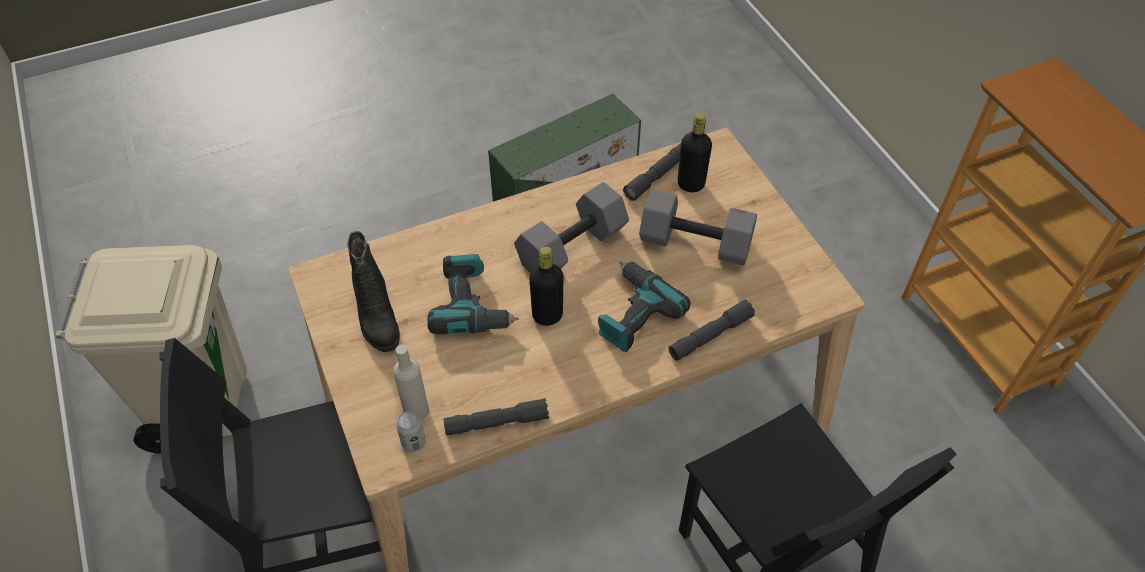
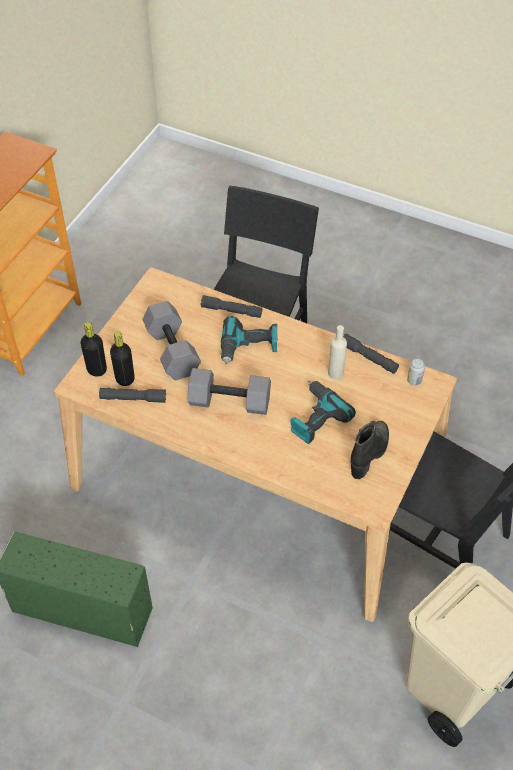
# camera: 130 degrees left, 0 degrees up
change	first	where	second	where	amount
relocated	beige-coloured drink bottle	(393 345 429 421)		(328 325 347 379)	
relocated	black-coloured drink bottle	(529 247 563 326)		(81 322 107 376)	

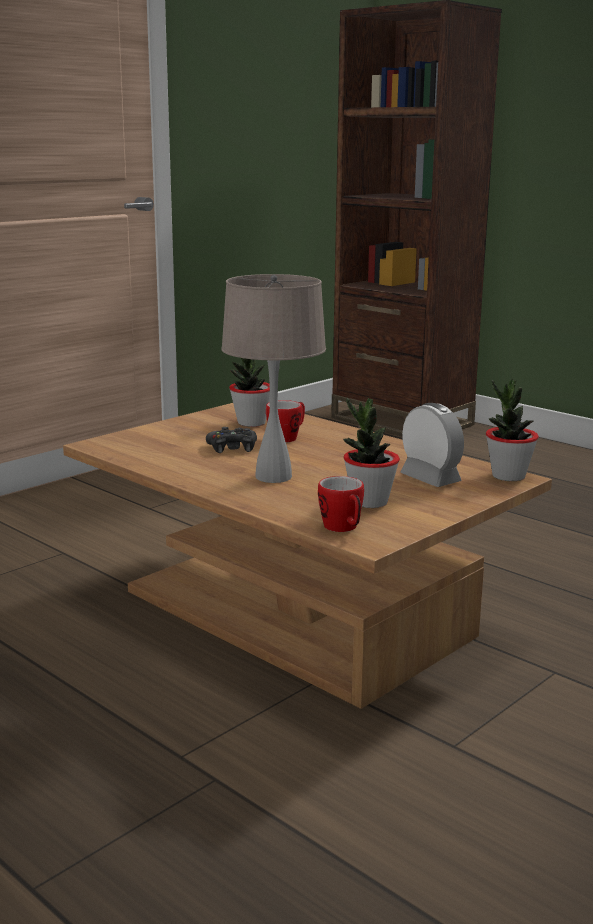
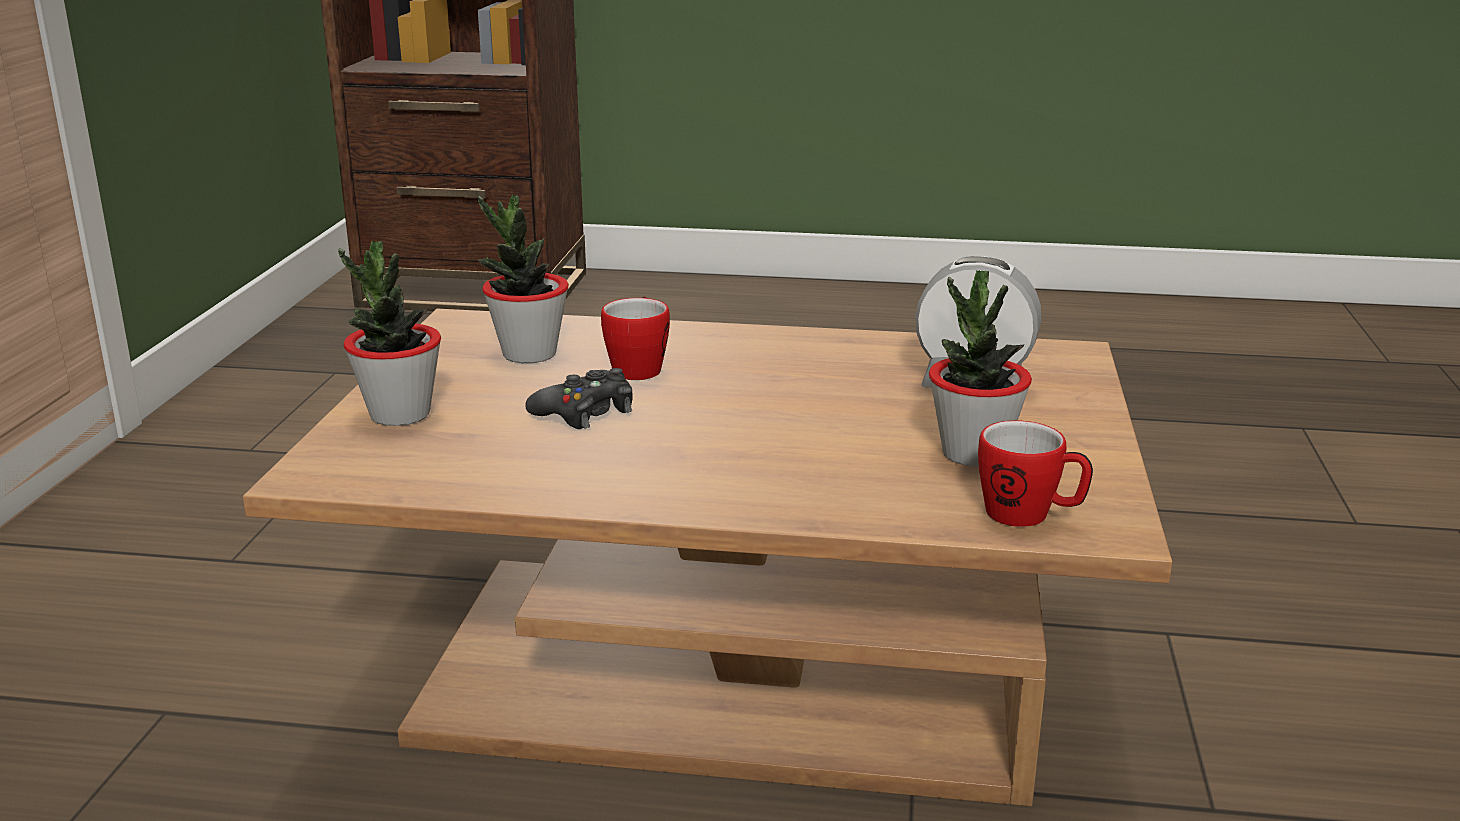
# camera: 35 degrees left, 5 degrees up
change	first	where	second	where	amount
missing	beige-coloured tabletop lamp	(221 274 326 483)			
relocated	potted plant	(486 379 539 481)		(338 241 441 426)	

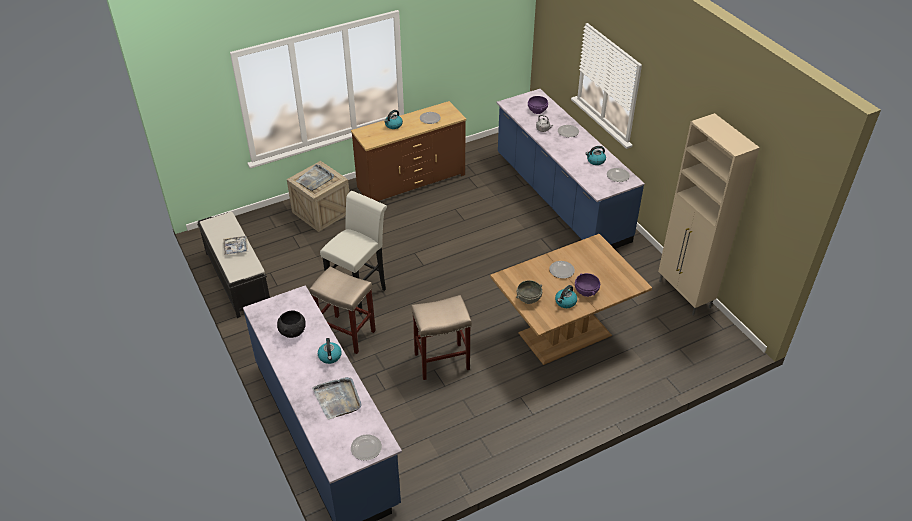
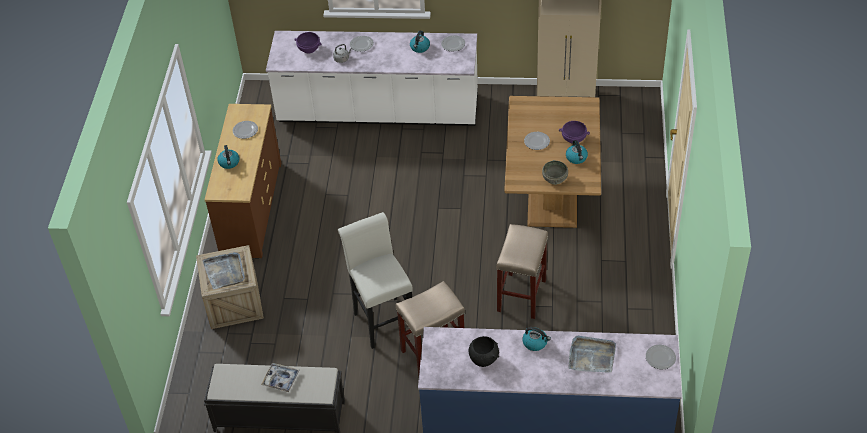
# camera: 55 degrees left, 5 degrees up
change	first	where	second	where	amount
colour	blue-coloured kitchen counter	(497 89 645 249)	whitish kitchen counter	(266 31 478 126)	

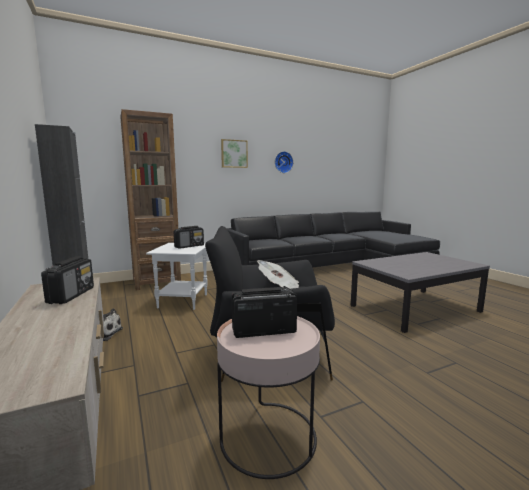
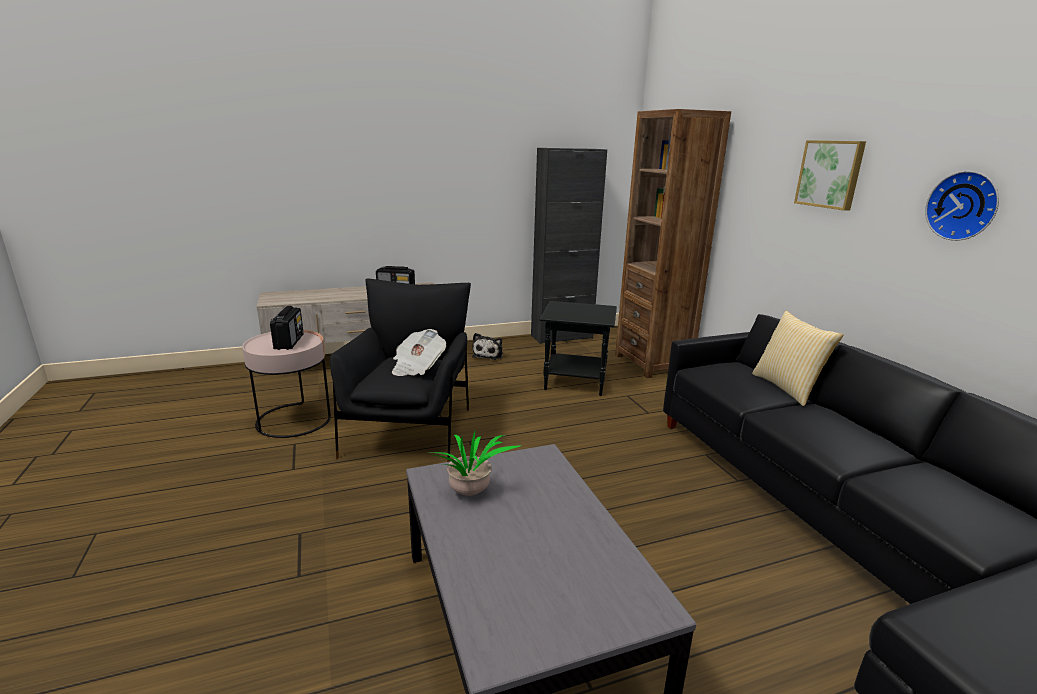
# camera: 95 degrees right, 10 degrees up
change	first	where	second	where	amount
missing	radio set	(173 226 204 249)			
appeared			potted plant	(430 431 520 496)	
appeared			cushion	(752 311 844 406)	
colour	whitish end table	(146 243 208 310)	black-coloured end table	(540 301 617 396)	

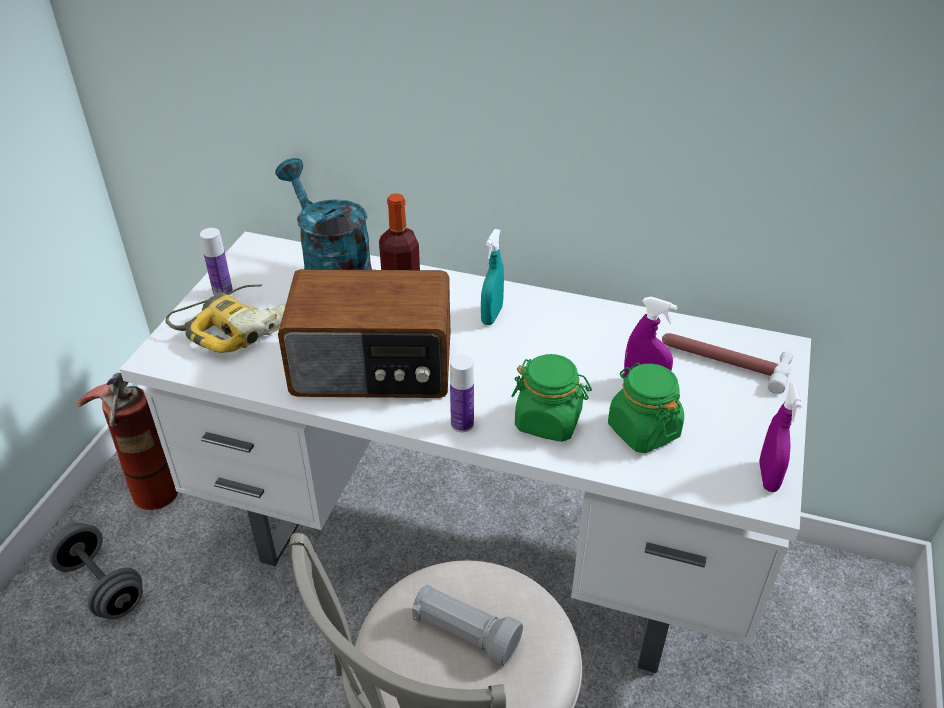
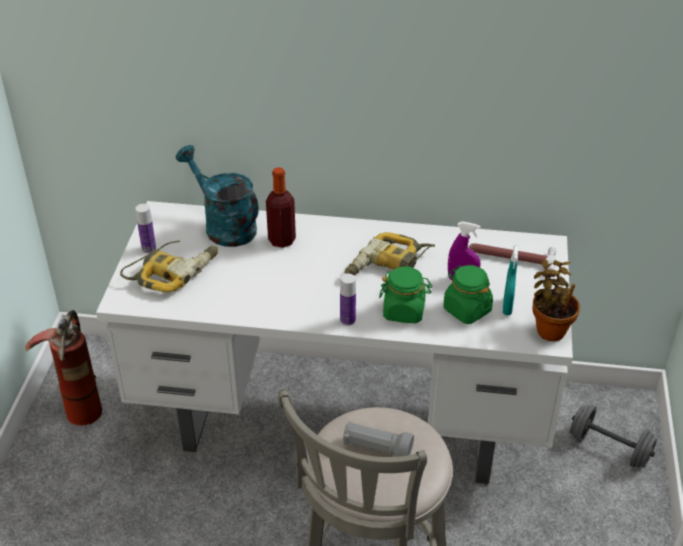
# camera: 10 degrees left, 0 degrees up
change	first	where	second	where	amount
missing	radio set	(278 269 450 398)			
appeared			power drill	(345 232 435 276)	
relocated	grey hand weight	(49 523 143 619)		(570 405 657 467)	
relocated	turquoise-coloured spray bottle	(481 229 504 325)		(503 246 518 315)	
exchanged	purplish spray bottle	(759 382 802 492)	potted plant	(533 259 580 341)	

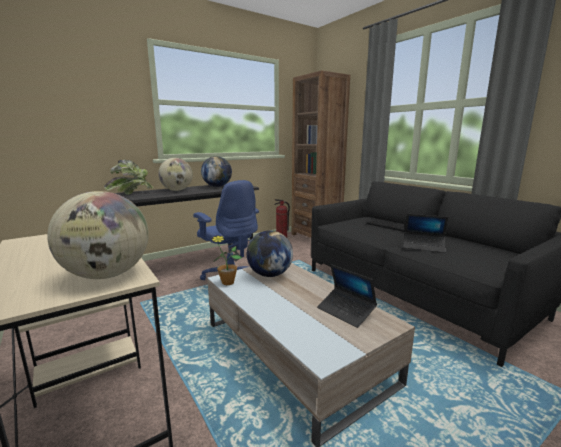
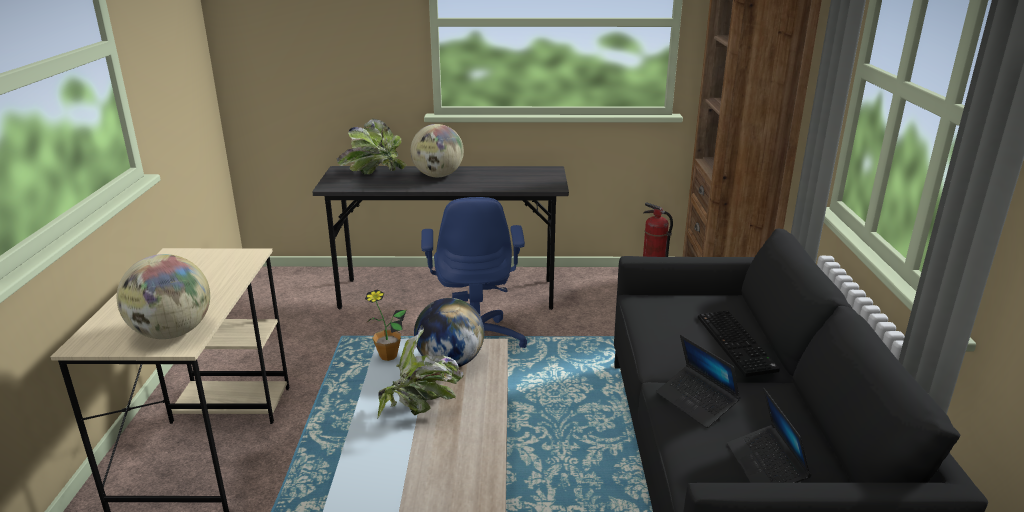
# camera: 35 degrees right, 10 degrees up
change	first	where	second	where	amount
missing	desk globe	(201 156 232 187)			
appeared			potted plant	(377 325 464 419)	
relocated	portable computer	(317 264 377 328)		(727 388 811 483)	

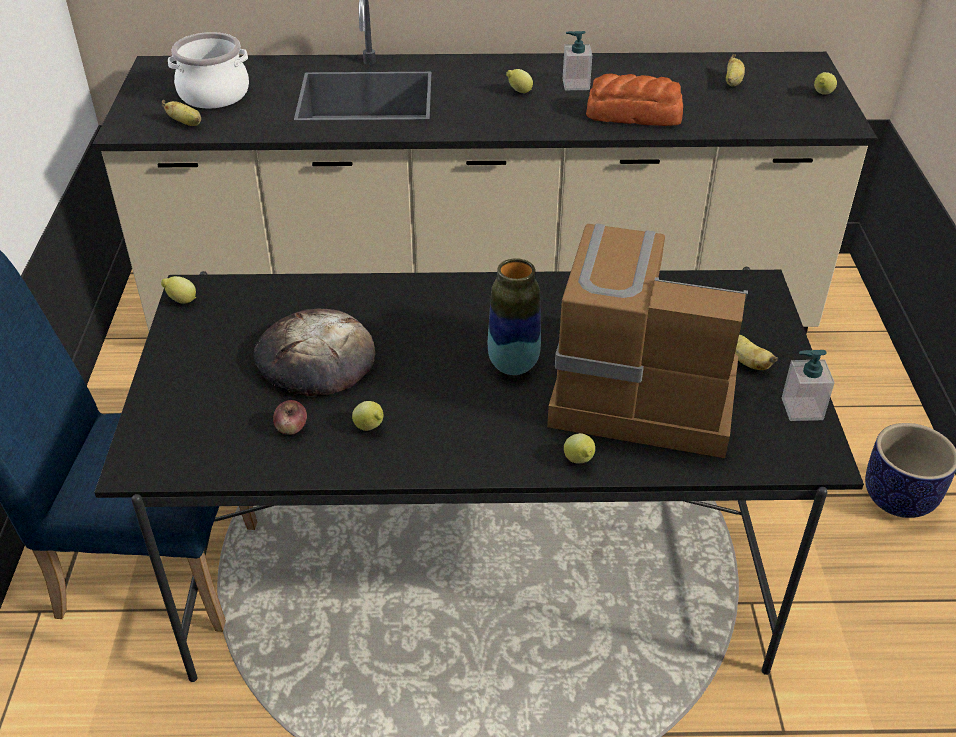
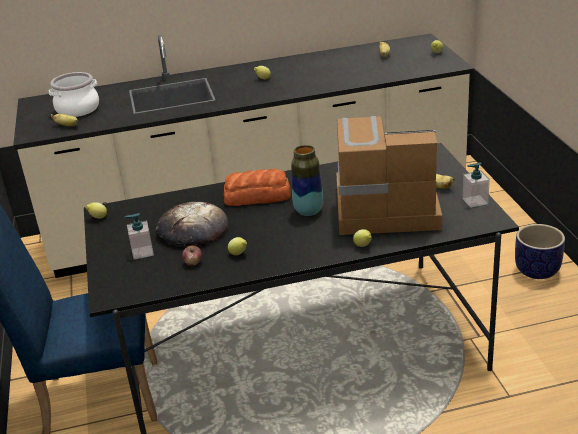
# camera: 10 degrees left, 10 degrees down
change	first	where	second	where	amount
relocated	soap bottle	(563 31 592 90)		(125 213 154 260)	
relocated	baked bread	(586 73 683 126)		(224 169 291 206)	

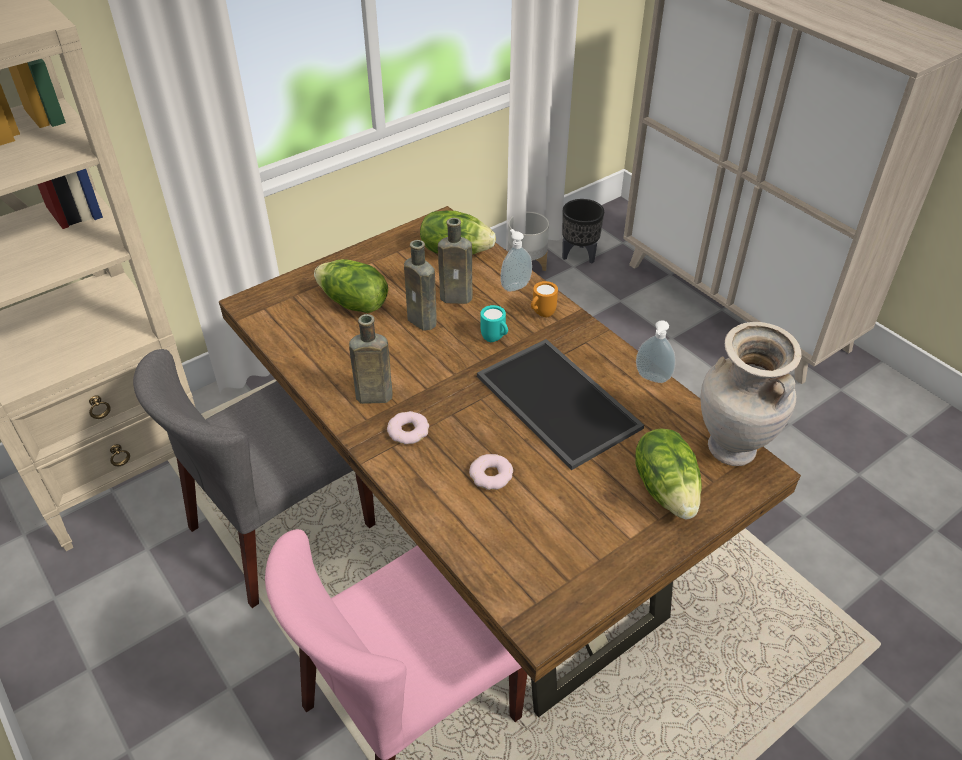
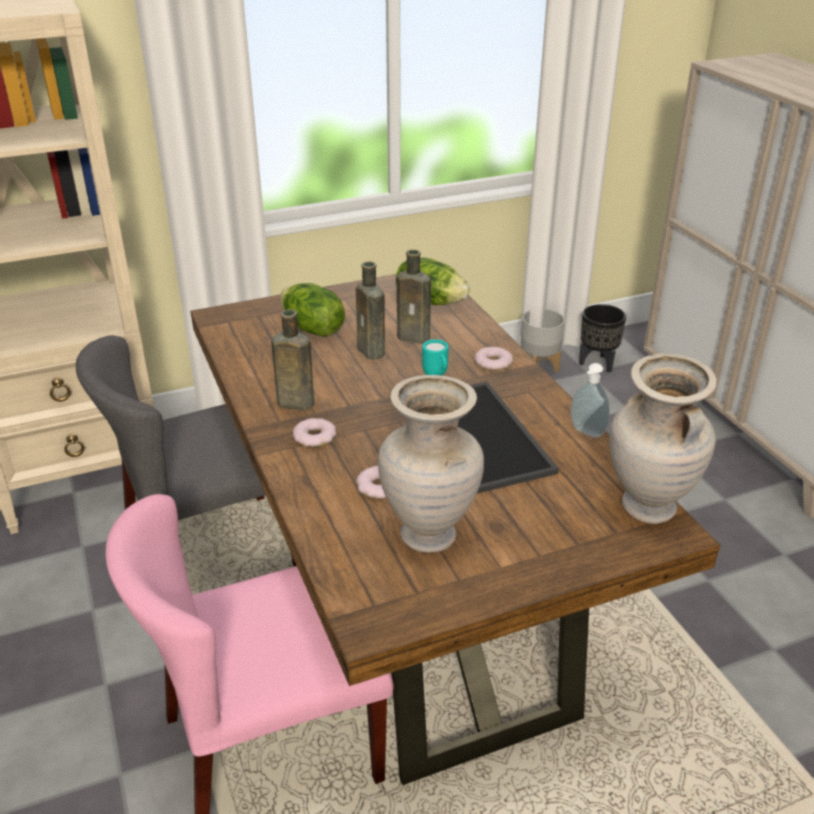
# camera: 15 degrees right, 10 degrees down
change	first	where	second	where	amount
missing	soap bottle	(500 229 532 292)			
missing	head of lettuce	(635 429 702 519)			
appeared			beige-coloured flower vase	(378 375 484 553)	
exchanged	orange-coloured coffee mug	(531 281 558 317)	ring doughnut	(475 347 513 370)	

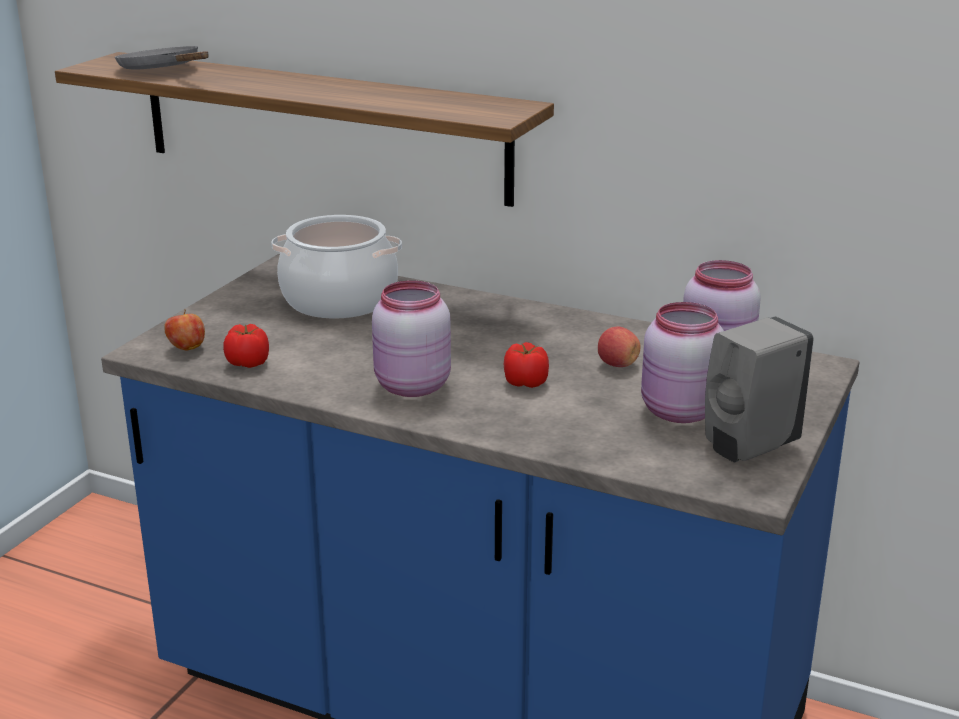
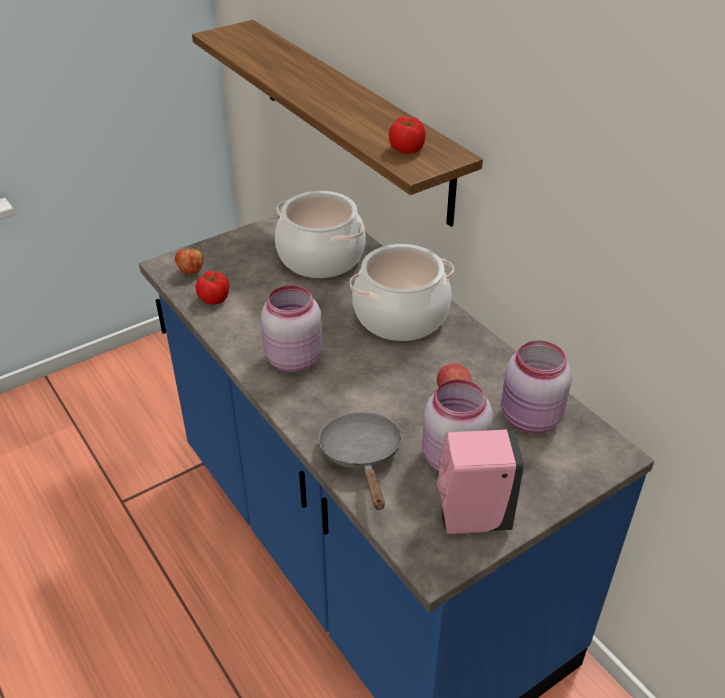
# camera: 30 degrees right, 15 degrees up
change	first	where	second	where	amount
appeared			saucepot	(350 244 454 341)	
relocated	grey skillet	(115 46 208 70)		(317 412 403 510)	
relocated	whole tomato	(504 342 549 388)		(389 116 425 154)	
colour	grey soap bottle	(705 317 814 463)	pink soap bottle	(437 430 524 534)	

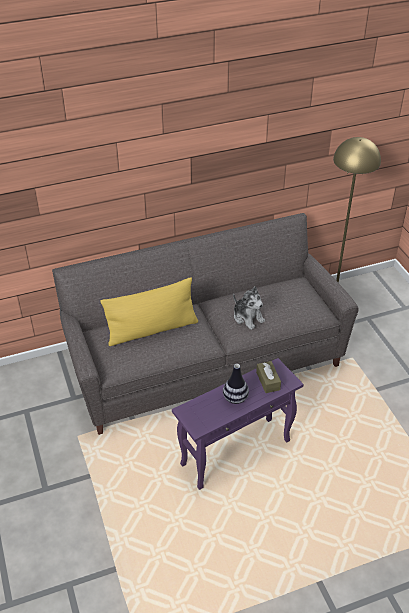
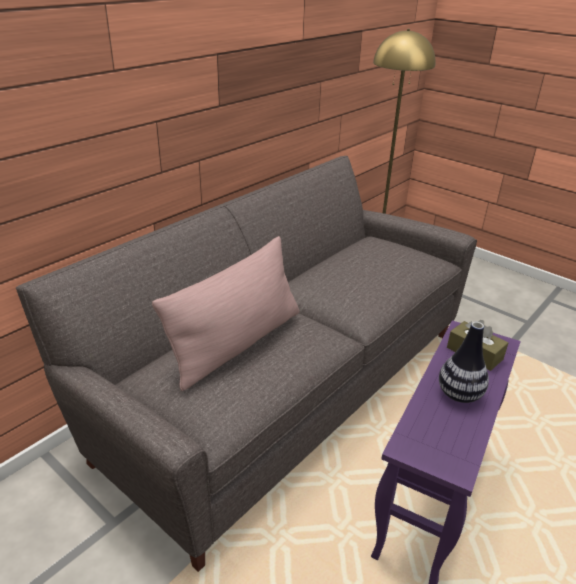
# camera: 30 degrees left, 10 degrees down
change	first	where	second	where	amount
missing	plush toy	(233 286 265 330)			
colour	yellow cushion	(100 277 198 346)	pink cushion	(152 236 300 391)	

